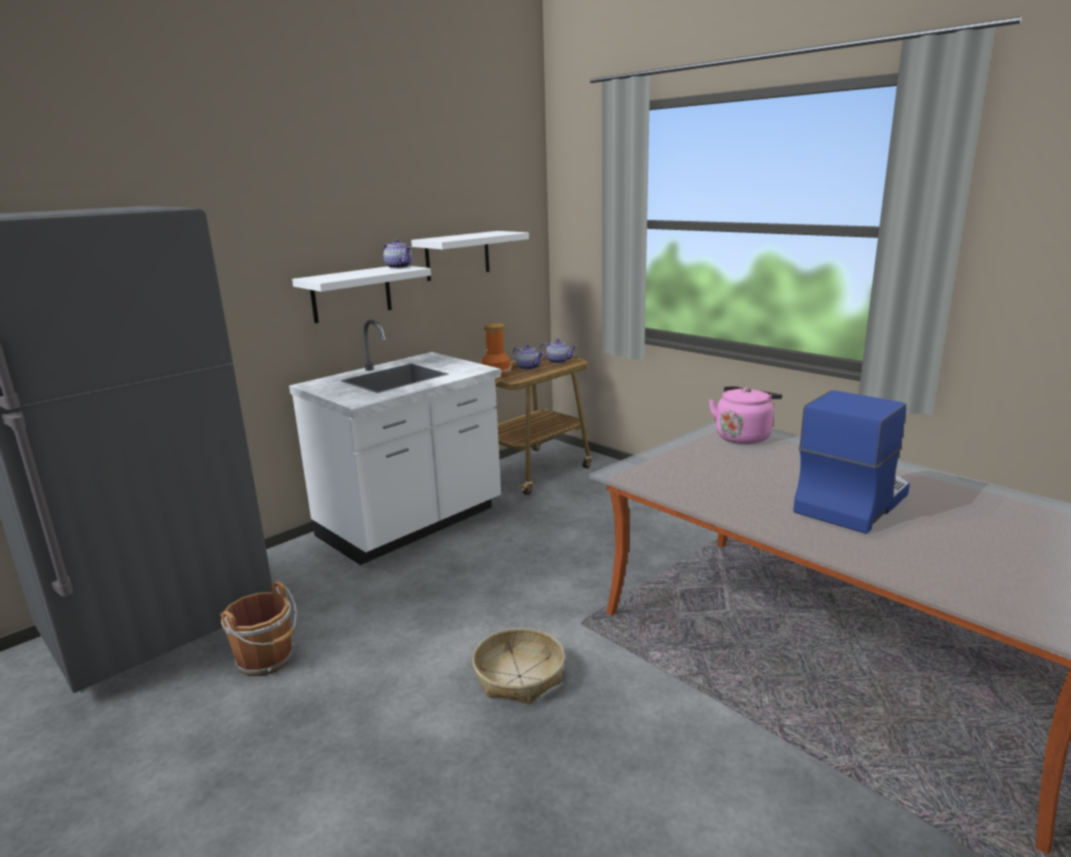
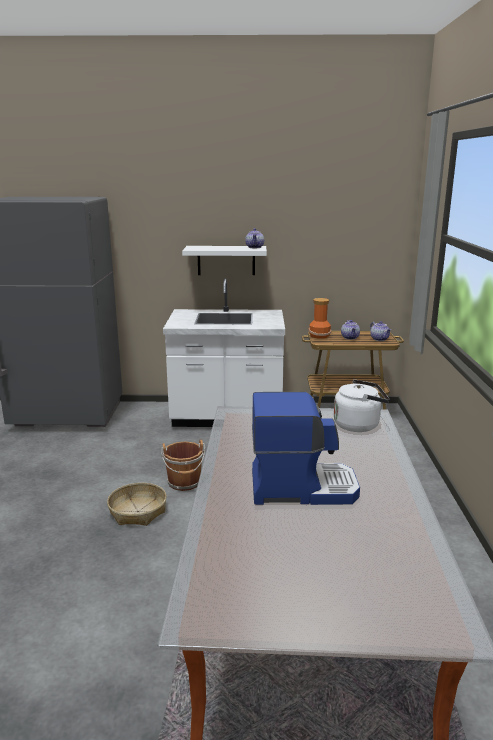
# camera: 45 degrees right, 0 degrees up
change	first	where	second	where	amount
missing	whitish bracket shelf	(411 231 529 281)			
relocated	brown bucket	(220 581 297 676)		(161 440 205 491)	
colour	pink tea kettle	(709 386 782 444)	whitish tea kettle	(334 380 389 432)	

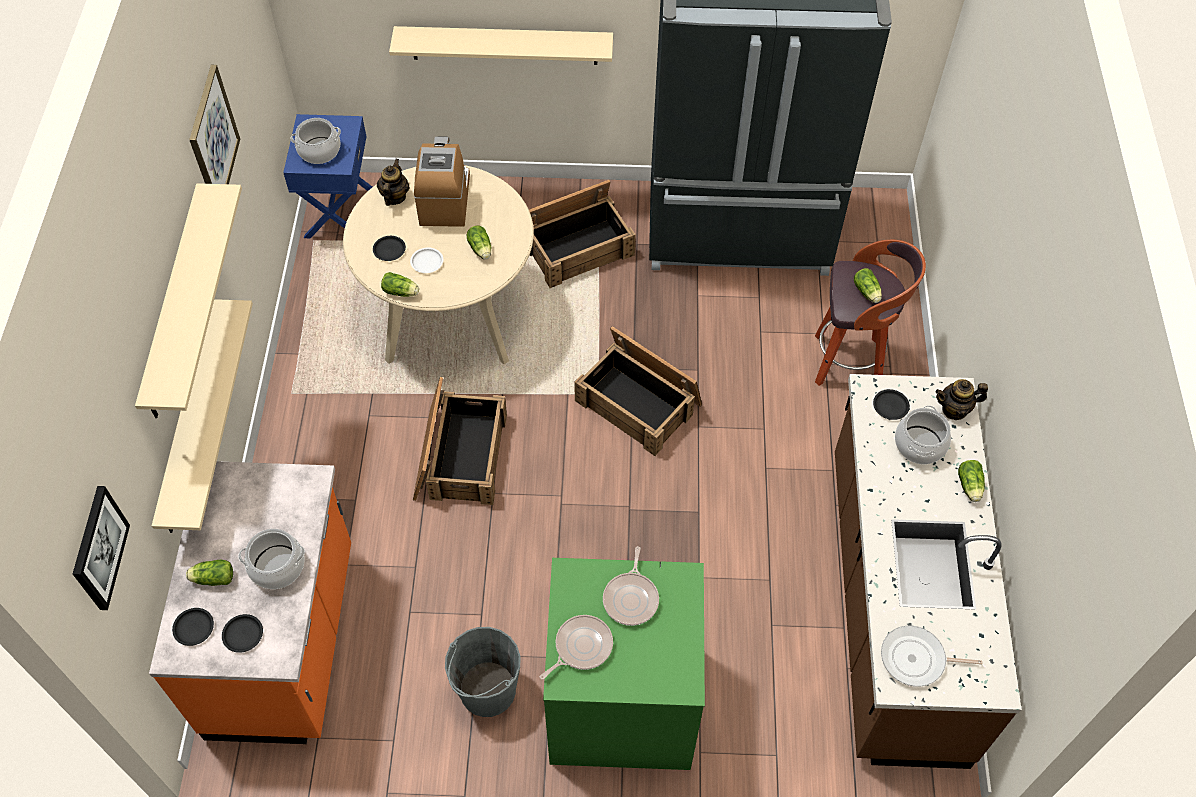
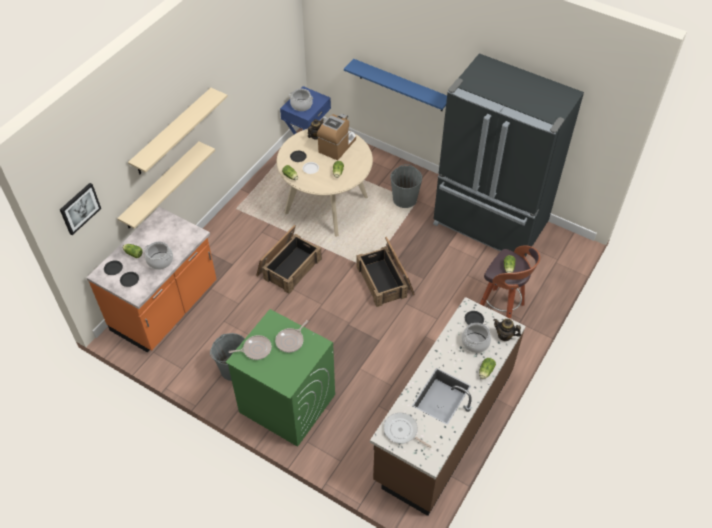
# camera: 30 degrees right, 5 degrees down
change	first	where	second	where	amount
missing	picture	(189 65 240 184)			
exchanged	crate	(529 180 636 288)	grey bucket	(391 164 422 208)	
colour	beige-coloured bracket shelf	(389 26 613 65)	blue-coloured bracket shelf	(344 59 447 111)	

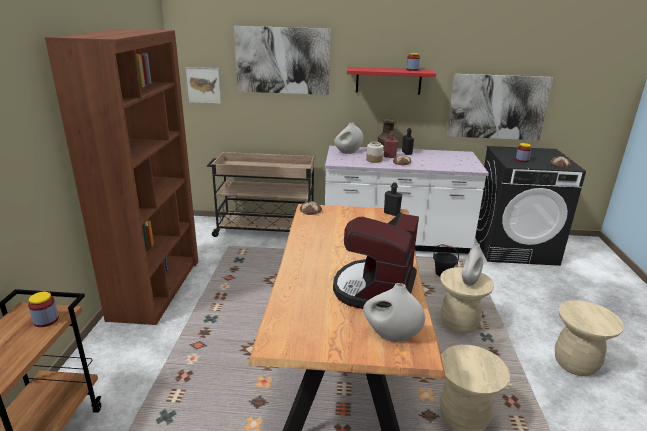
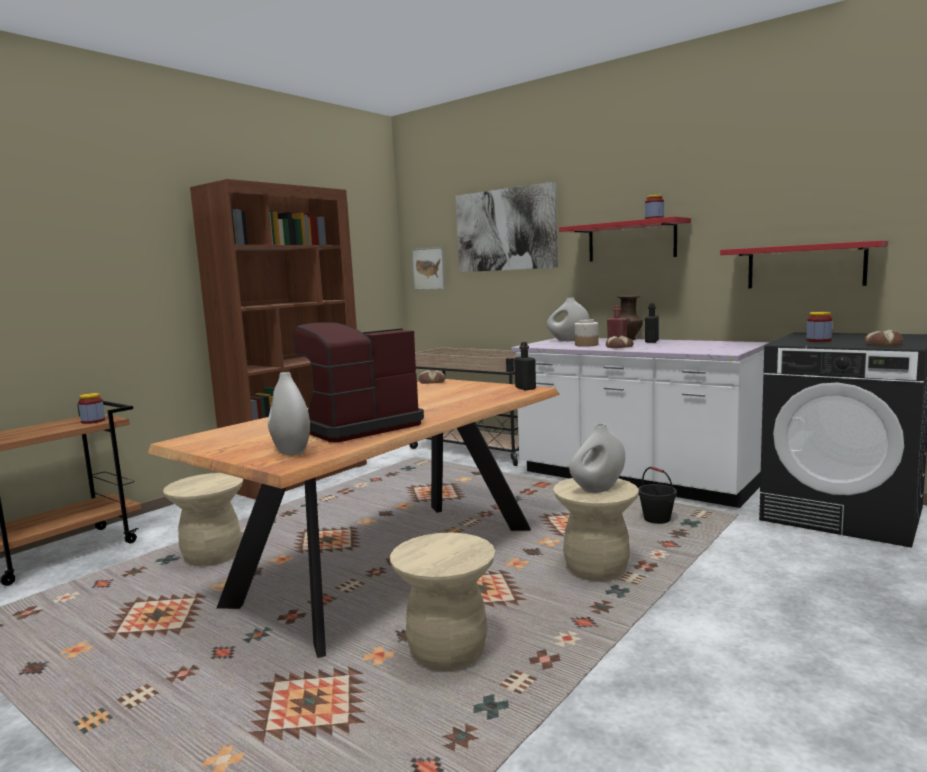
# camera: 35 degrees right, 15 degrees down
change	first	where	second	where	amount
relocated	beige-coloured stool	(555 300 624 376)		(163 473 243 566)	
exchanged	picture	(446 74 553 140)	red bracket shelf	(720 240 888 288)	

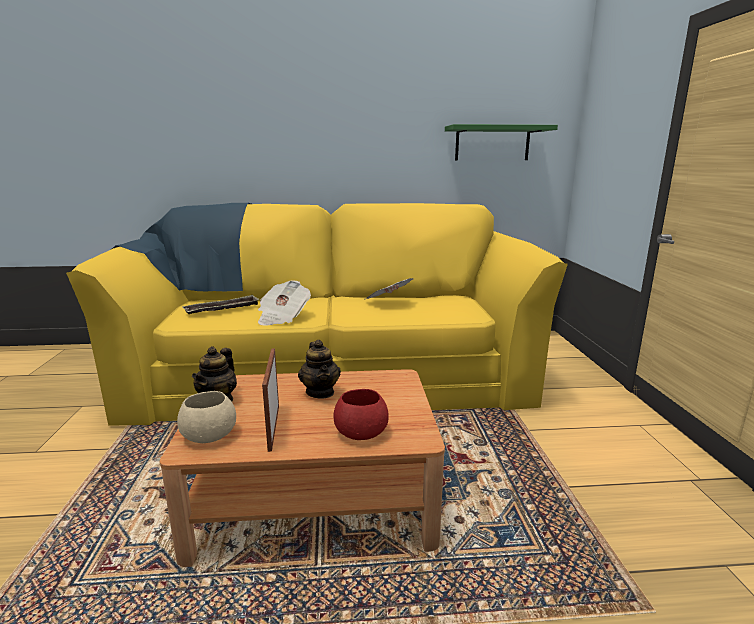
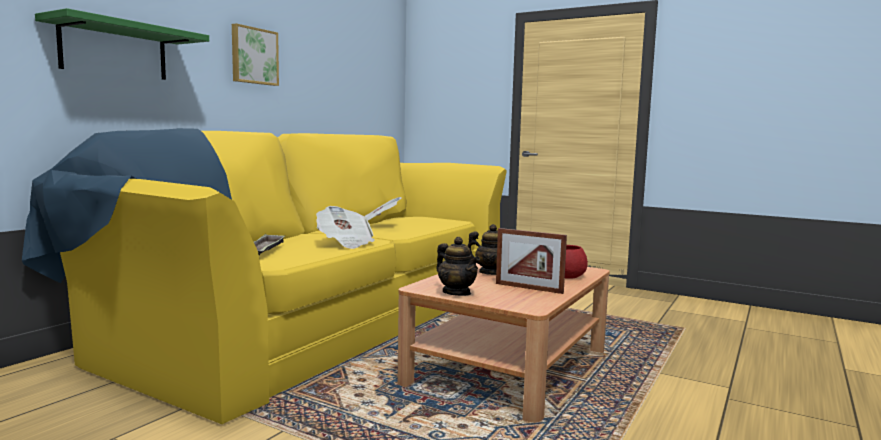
# camera: 55 degrees left, 10 degrees down
change	first	where	second	where	amount
missing	beige-coloured bowl	(177 391 236 443)			
appeared			picture	(232 23 279 86)	
relocated	green bracket shelf	(445 124 558 160)		(35 8 209 80)	

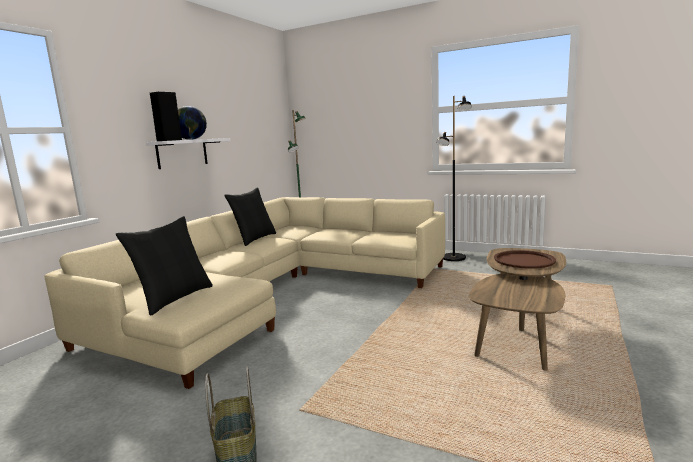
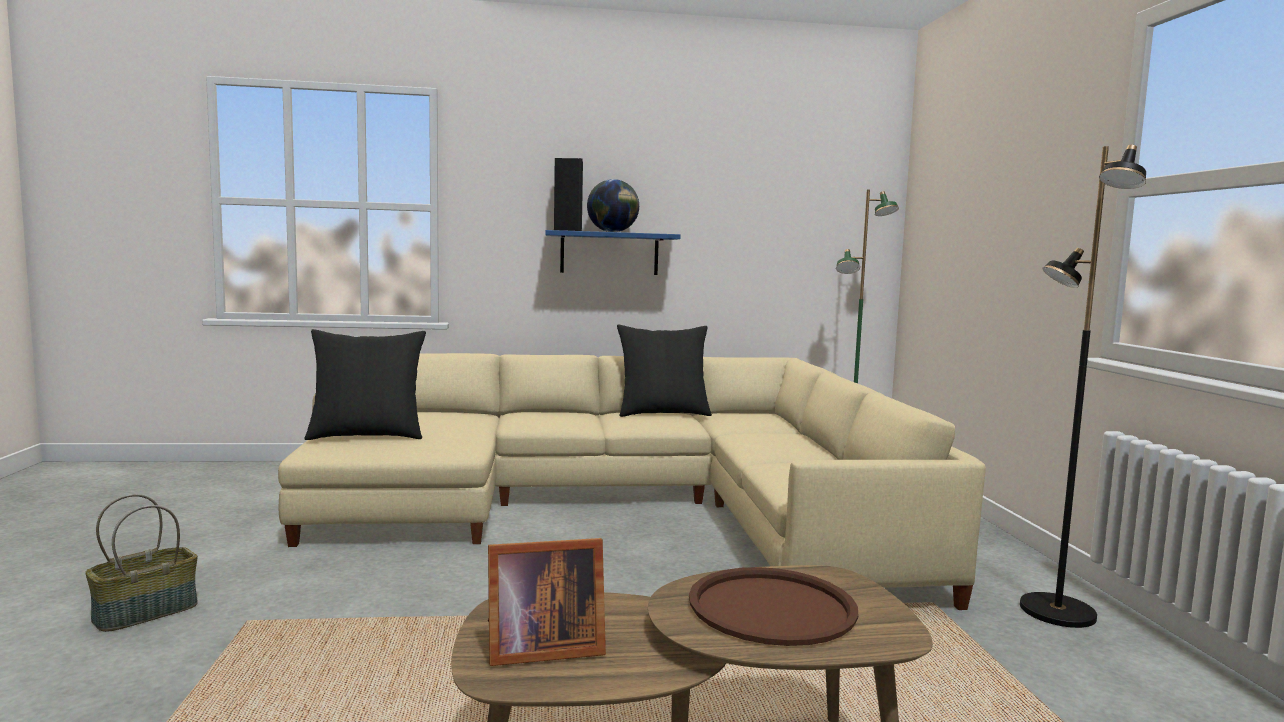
# camera: 55 degrees right, 5 degrees down
change	first	where	second	where	amount
appeared			photo frame	(488 538 606 666)	
colour	whitish bracket shelf	(146 138 231 169)	blue-coloured bracket shelf	(545 230 681 275)	

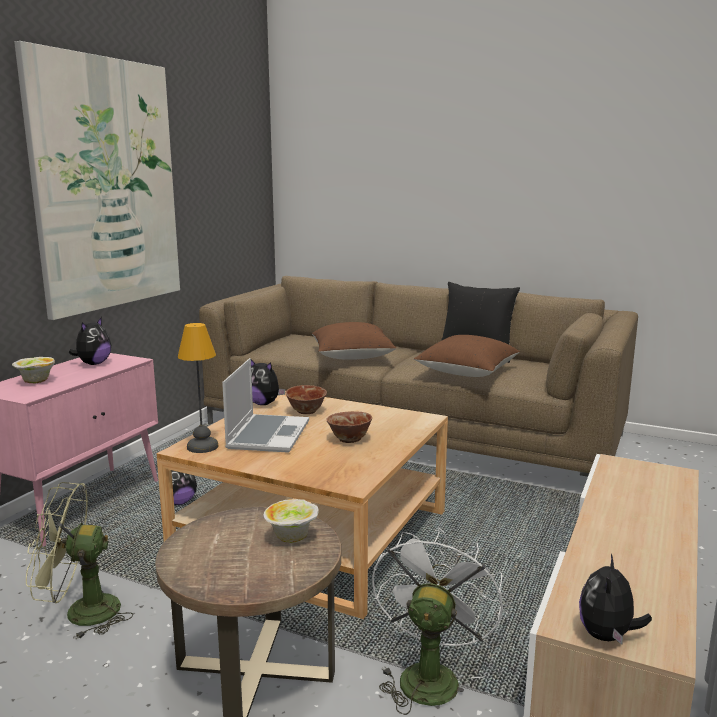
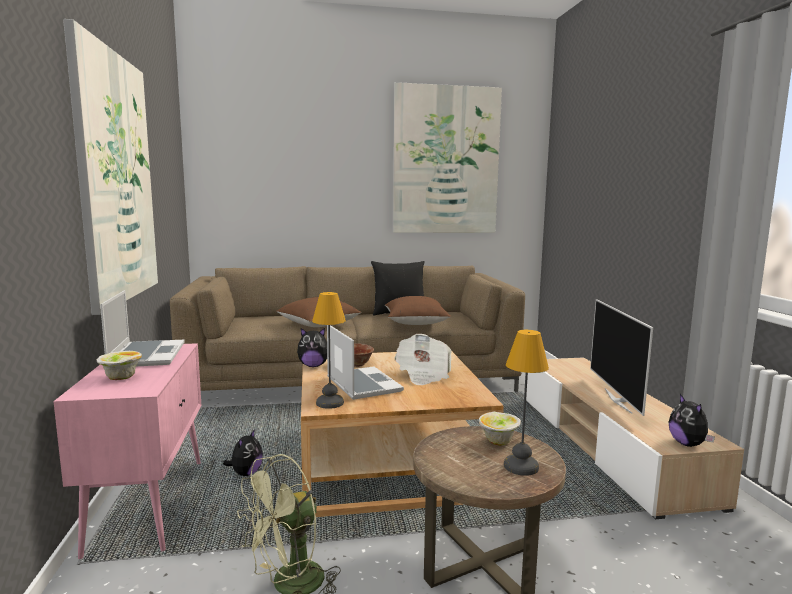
# camera: 35 degrees left, 5 degrees down
change	first	where	second	where	amount
missing	whitish fan	(372 528 503 715)			
appeared			picture	(392 82 502 233)	
appeared			tabletop lamp	(504 330 549 476)	
appeared			TV set	(590 299 653 416)	
exchanged	plush toy	(69 317 111 365)	portable computer	(100 290 185 366)	
exchanged	bowl	(327 411 372 443)	printed paper	(394 334 452 385)	

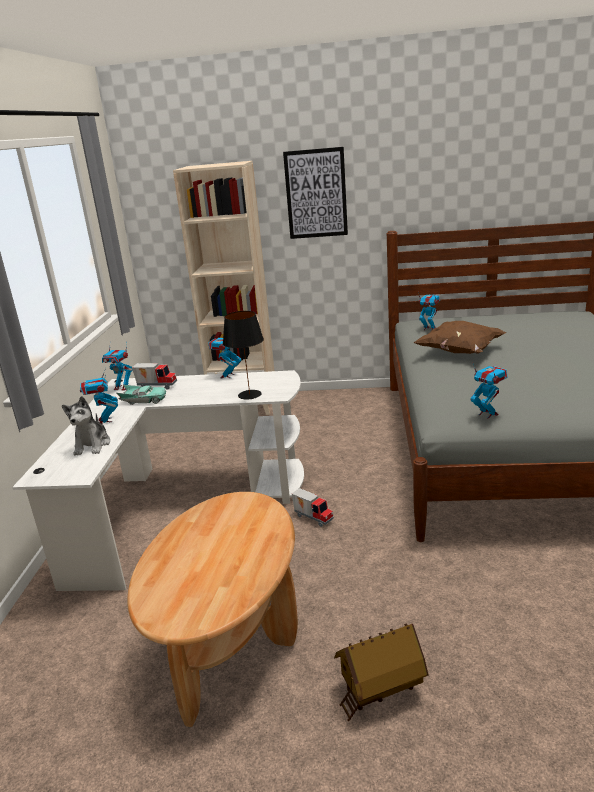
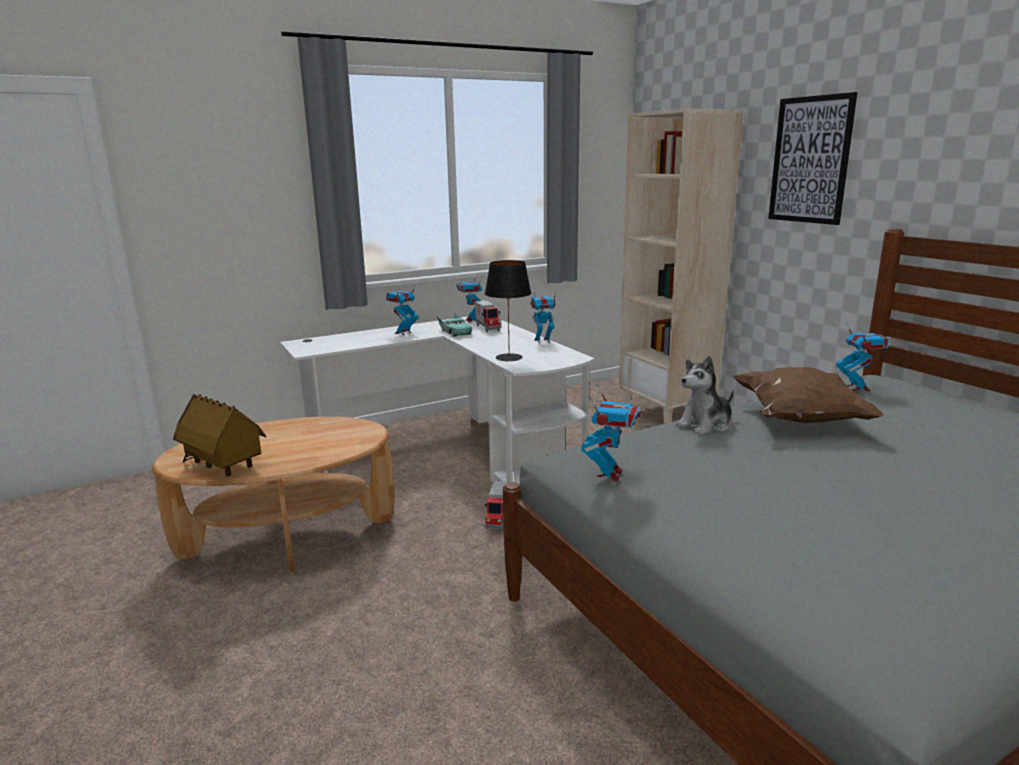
# camera: 55 degrees right, 5 degrees down
change	first	where	second	where	amount
relocated	plush toy	(62 396 110 455)		(676 356 734 436)	
relocated	toy house	(334 623 428 721)		(173 394 266 476)	

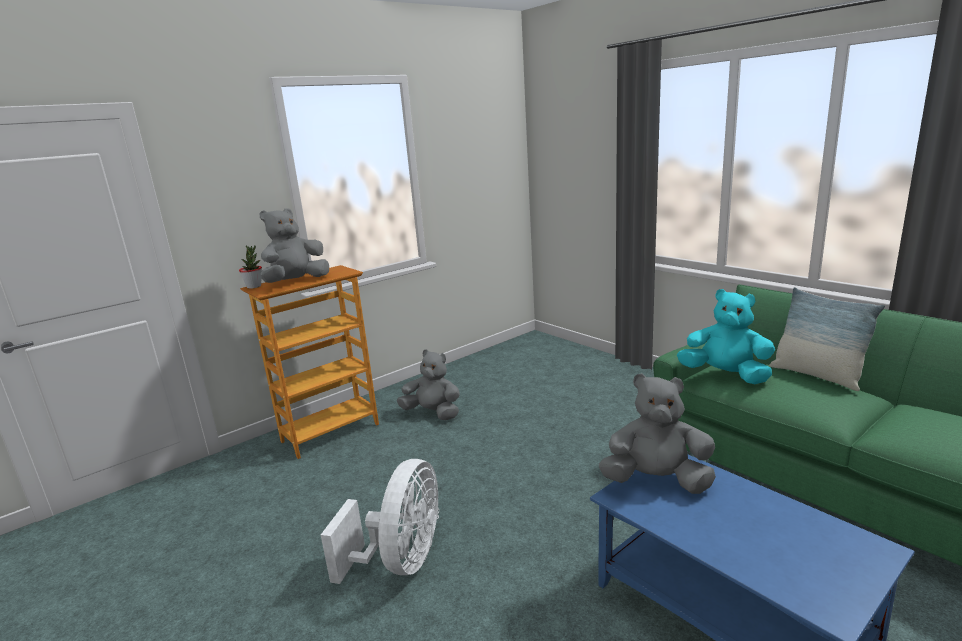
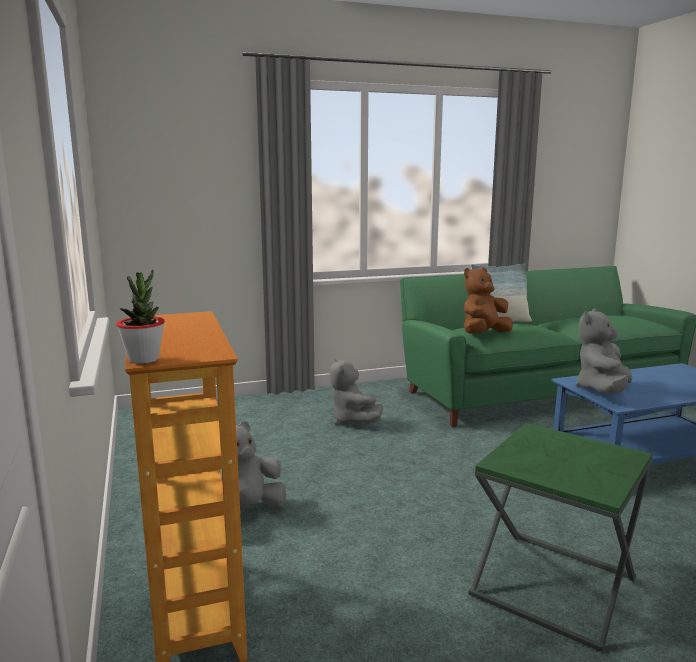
# camera: 70 degrees left, 5 degrees down
change	first	where	second	where	amount
relocated	grey plush toy	(260 208 329 283)		(330 358 383 425)	
exchanged	whitish fan	(321 459 439 584)	green end table	(468 423 652 652)	
colour	turquoise-coloured plush toy	(677 289 775 384)	brown plush toy	(464 268 513 333)	

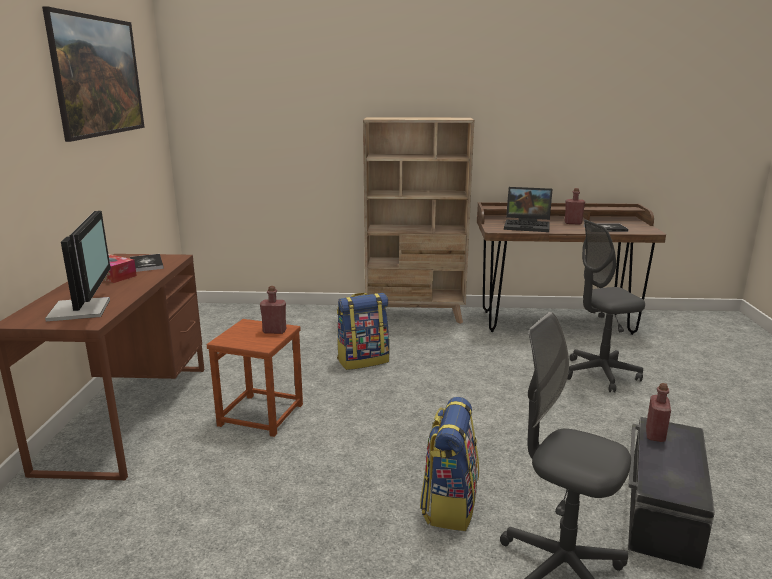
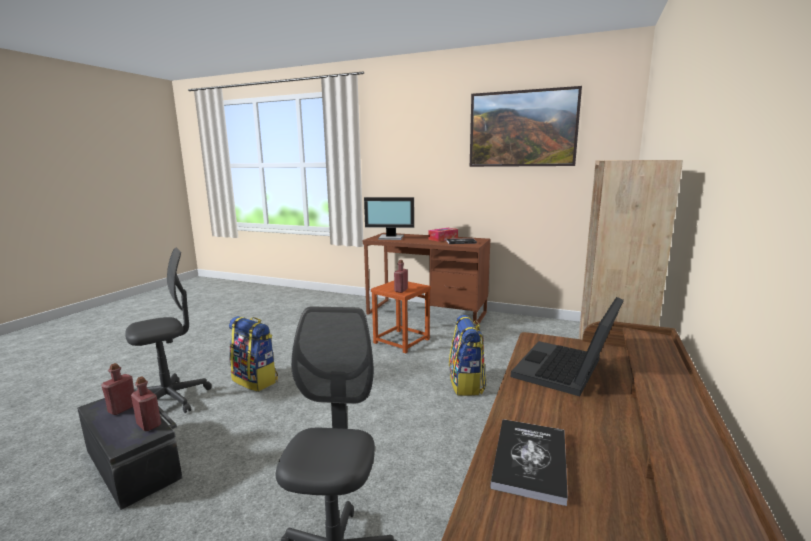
# camera: 110 degrees right, 5 degrees down
change	first	where	second	where	amount
relocated	red drink bottle	(564 188 585 225)		(101 363 134 415)	

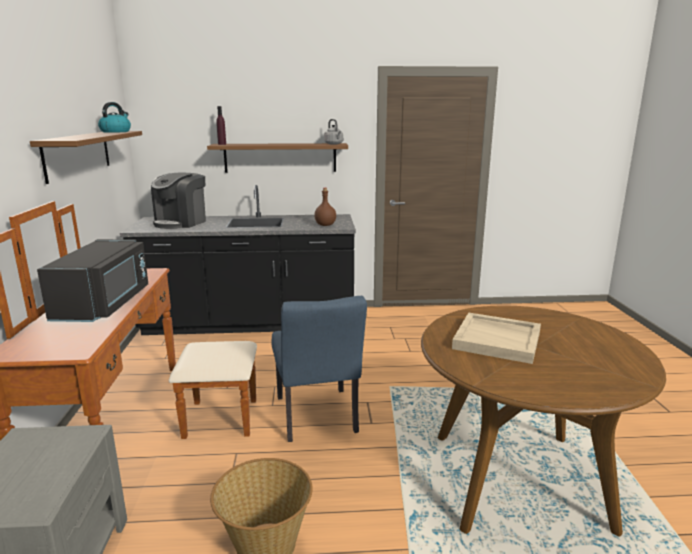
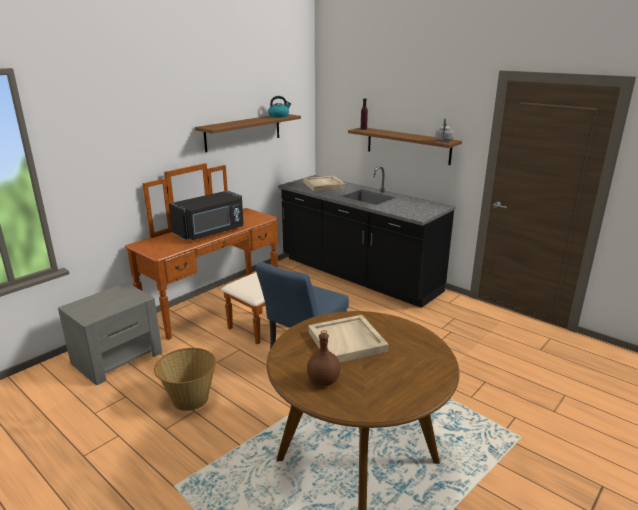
# camera: 45 degrees right, 5 degrees up
change	first	where	second	where	amount
relocated	brown drink bottle	(314 188 336 226)		(307 330 340 386)	
exchanged	coffee brewer	(151 173 206 229)	beige-coloured tray	(303 176 345 191)	

